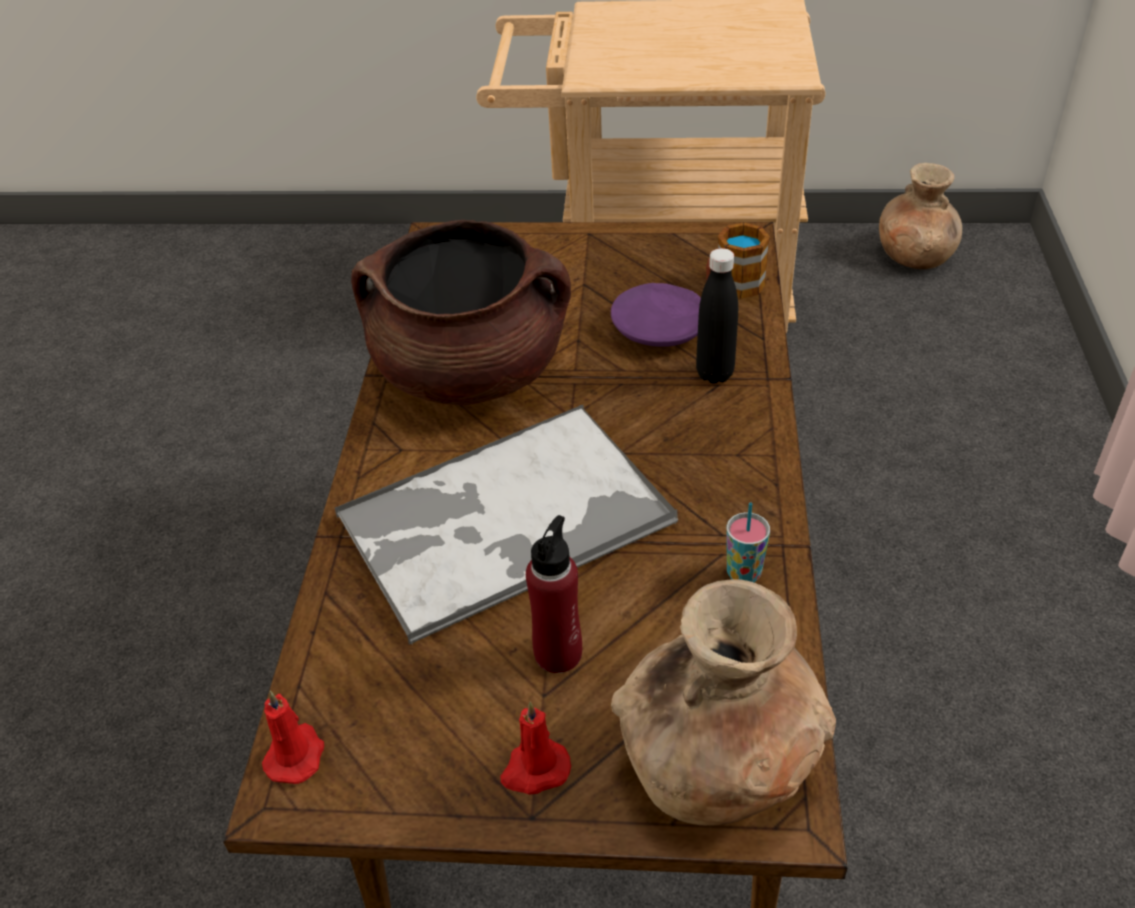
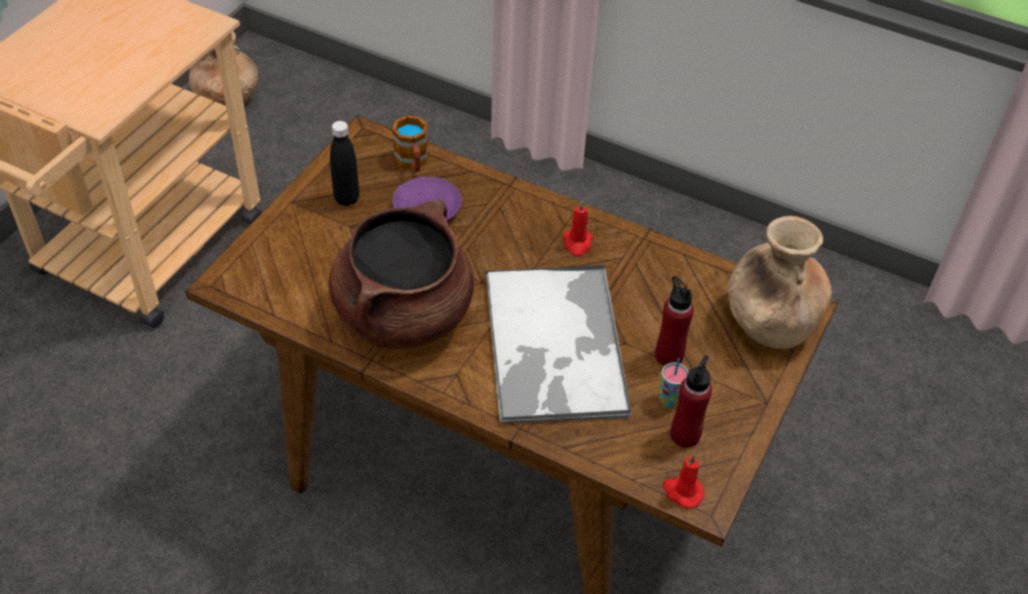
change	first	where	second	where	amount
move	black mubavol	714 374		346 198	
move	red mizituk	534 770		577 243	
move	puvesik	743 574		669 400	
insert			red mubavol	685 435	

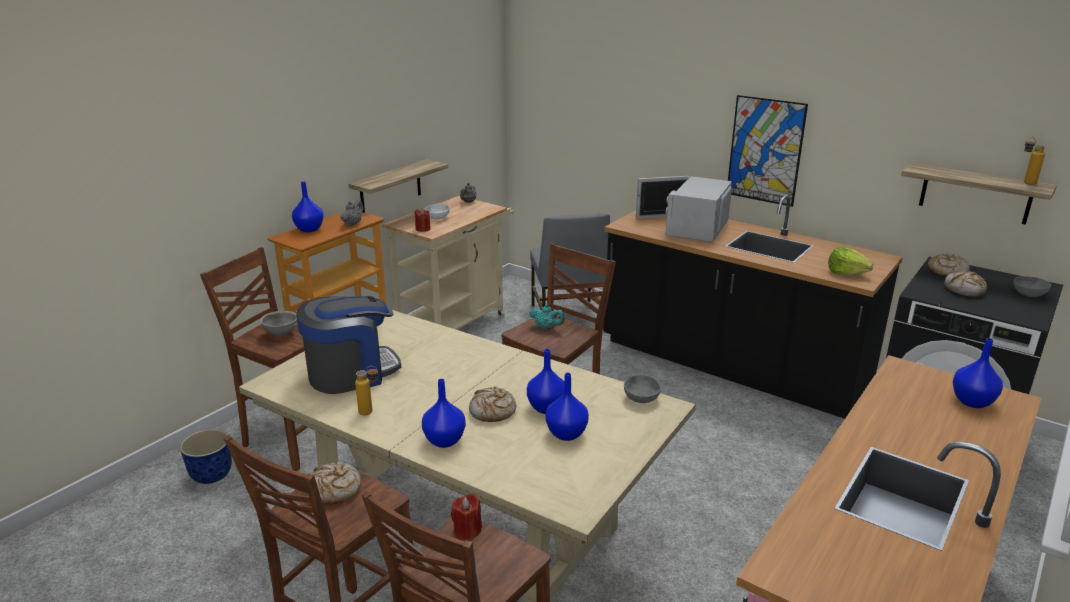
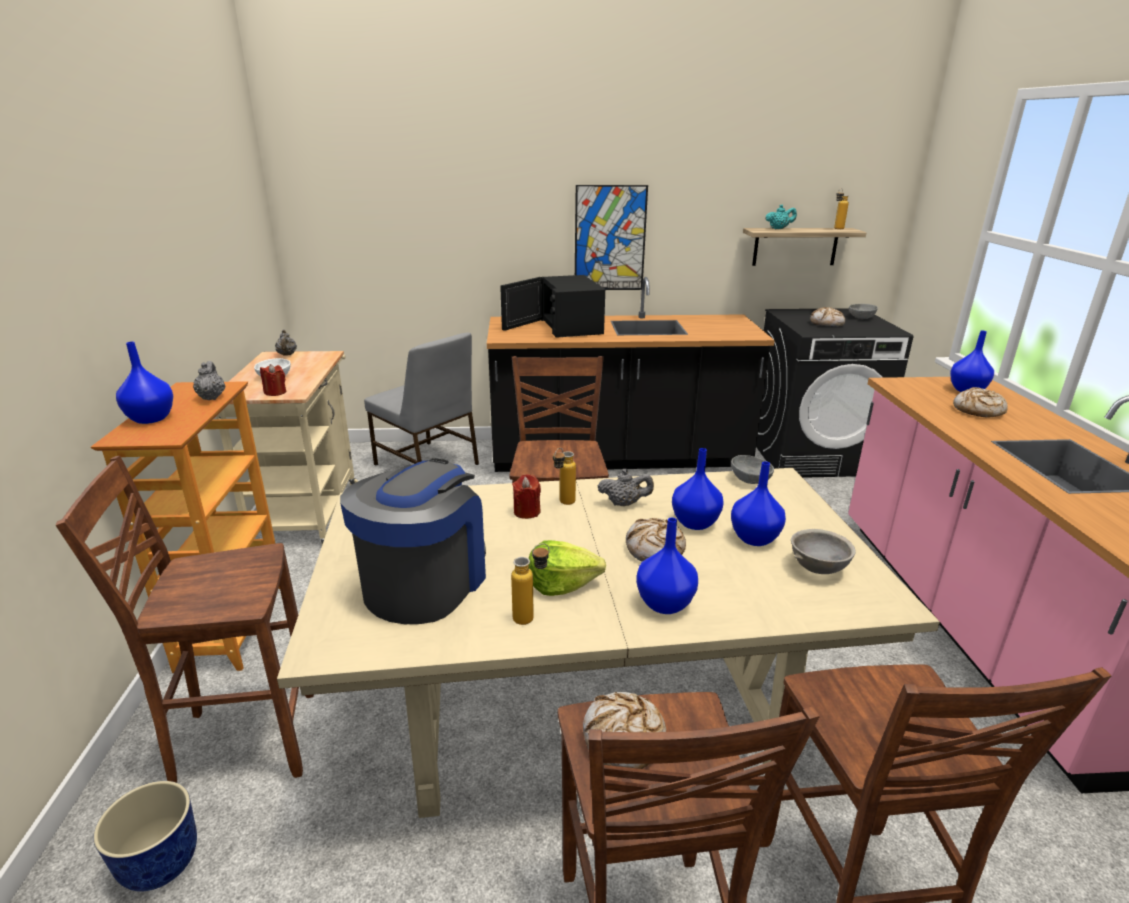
change	first	where	second	where	amount
recolor	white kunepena	694 227	black kunepena	566 327	
move	red mizituk	467 530		527 512	
move	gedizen	846 273		562 584	
insert			mubavol	563 504	
insert			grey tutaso	624 504	
move	turquoise tutaso	547 328		779 229	
move	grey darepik	281 333		817 568	
move	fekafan	947 271		978 410	
delete	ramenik	390 187			

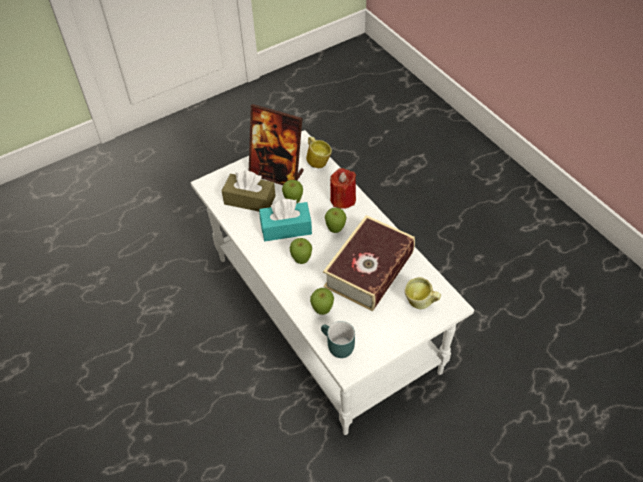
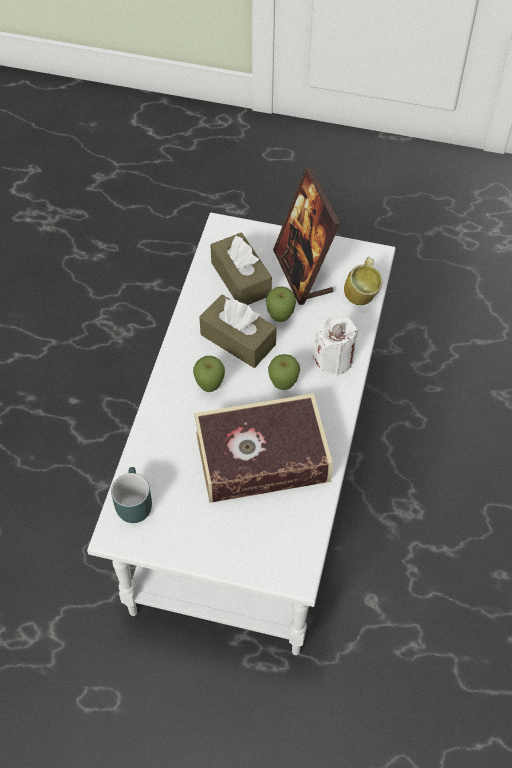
change	first	where	second	where	amount
recolor	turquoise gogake	286 228	brown gogake	238 339	
recolor	red mizituk	343 199	white mizituk	334 359	
delete	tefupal	322 311			
delete	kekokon	421 303			

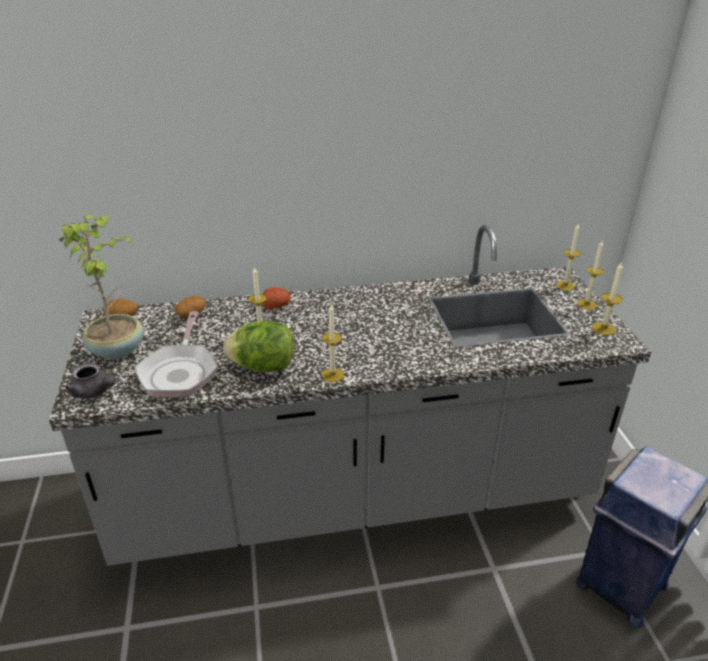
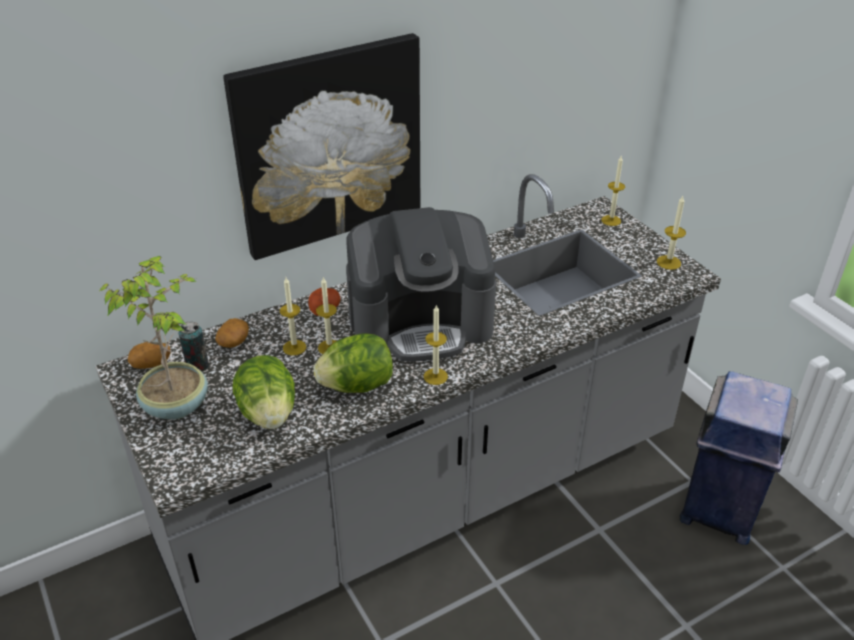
change	first	where	second	where	amount
insert			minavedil	197 366	
insert			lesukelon	329 146	
replace	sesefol	180 371	gedizen	268 413	
move	mizituk	586 304		294 347	
insert			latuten	421 322	
delete	grey tutaso	94 392			

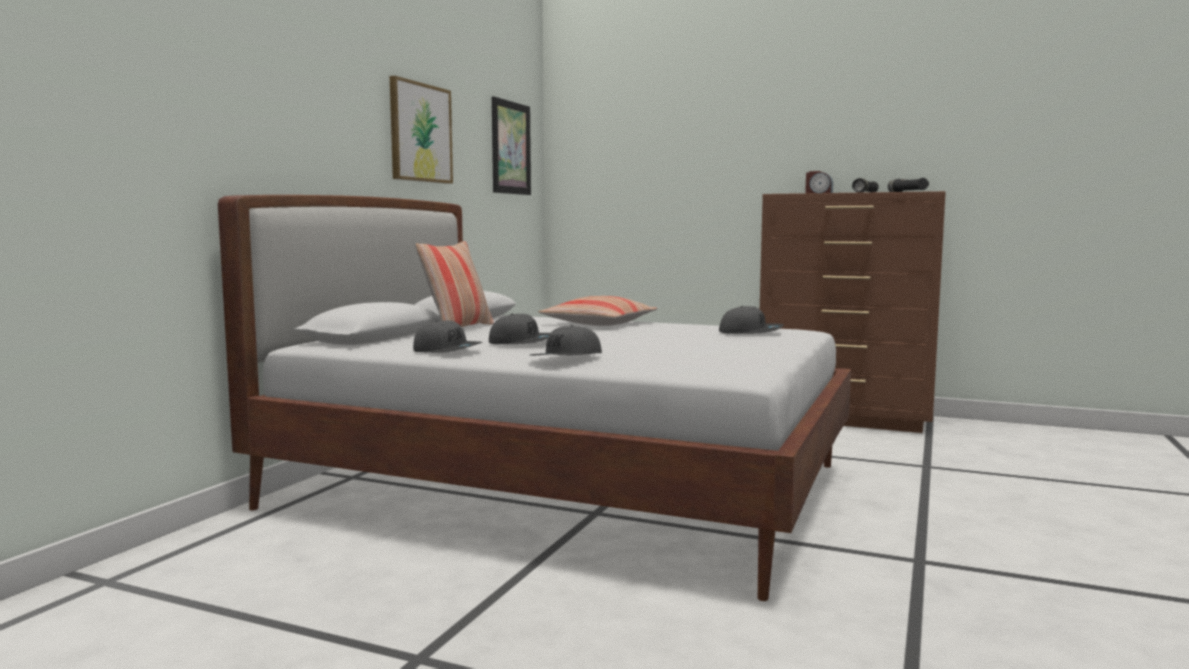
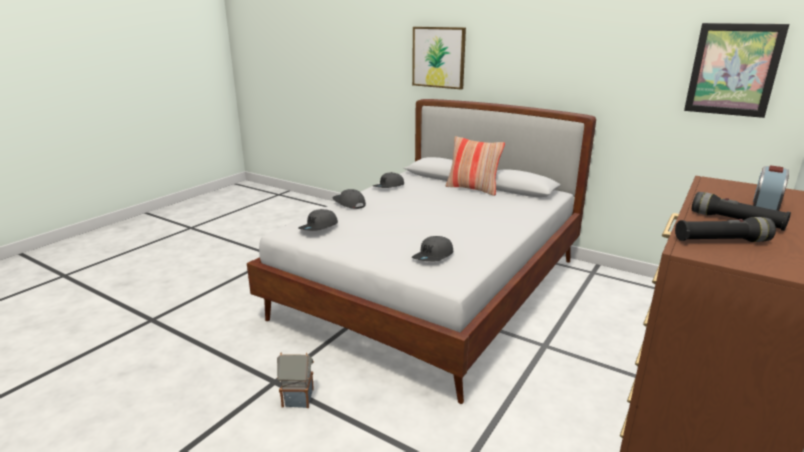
change	first	where	second	where	amount
insert			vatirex	299 398	
move	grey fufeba	522 342		319 227	
move	lesukelon	420 133		438 57	
delete	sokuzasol	598 324			

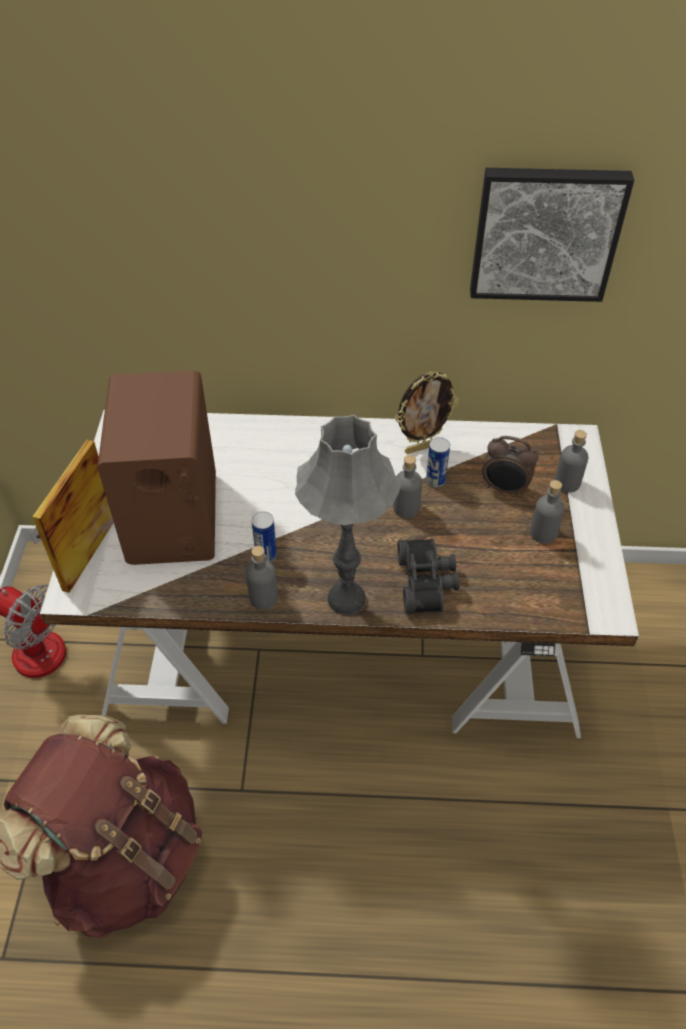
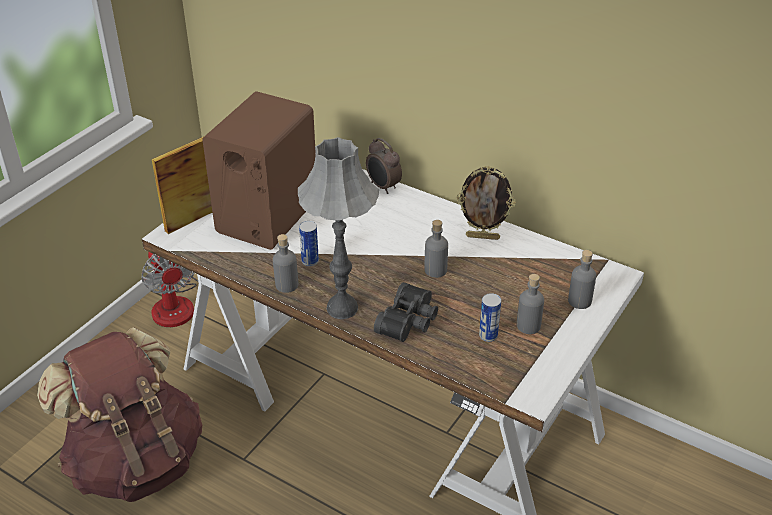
change	first	where	second	where	amount
move	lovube	504 488		383 187	
move	minavedil	435 481		488 336	
delete	lesukelon	545 233			

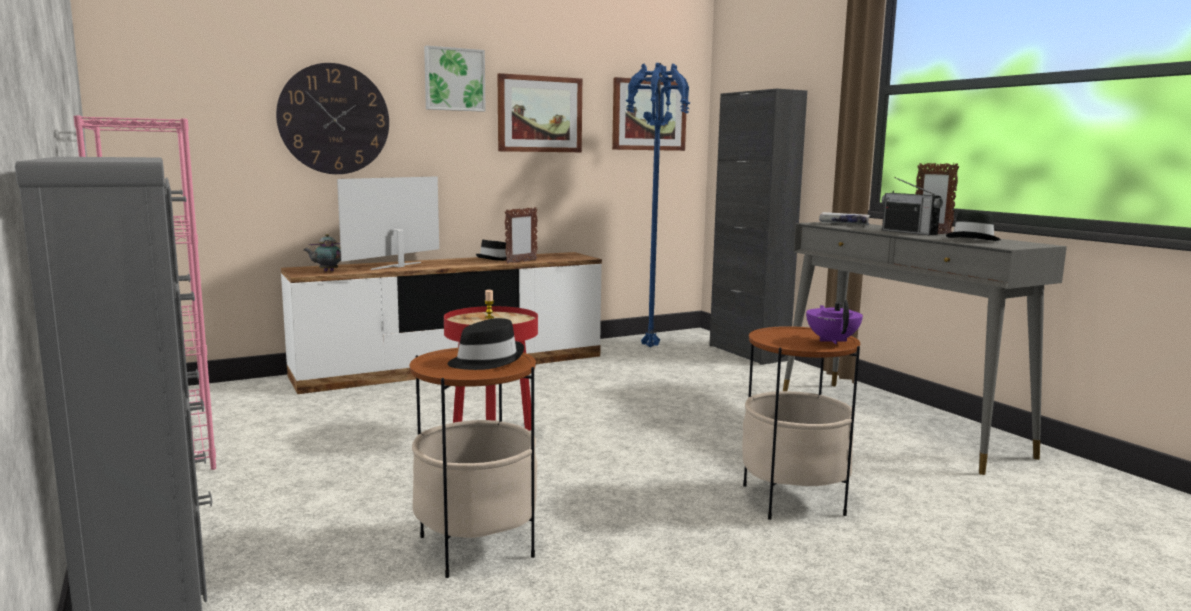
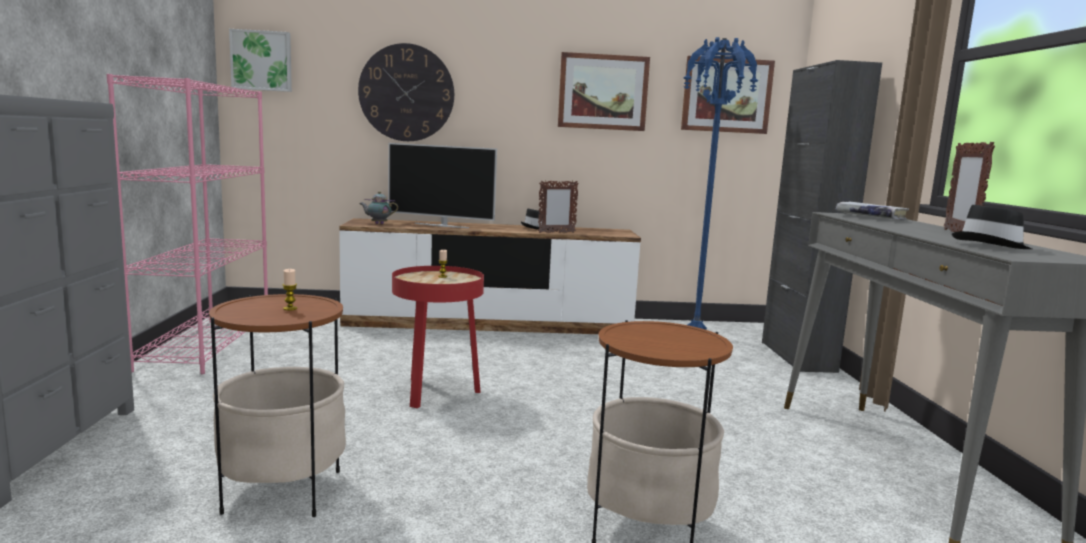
change	first	where	second	where	amount
move	lesukelon	454 79		262 61	
replace	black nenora	485 360	mizituk	290 308	
rotate	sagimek	397 266		442 225	135 degrees counterclockwise
delete	purple tutaso	832 341			
delete	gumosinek	909 232			

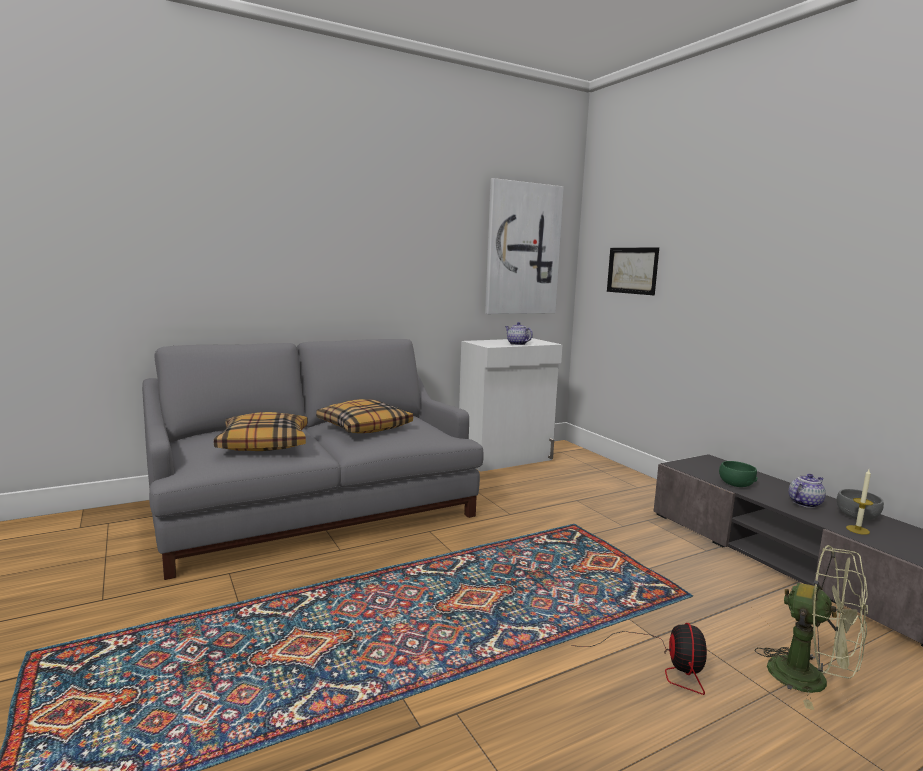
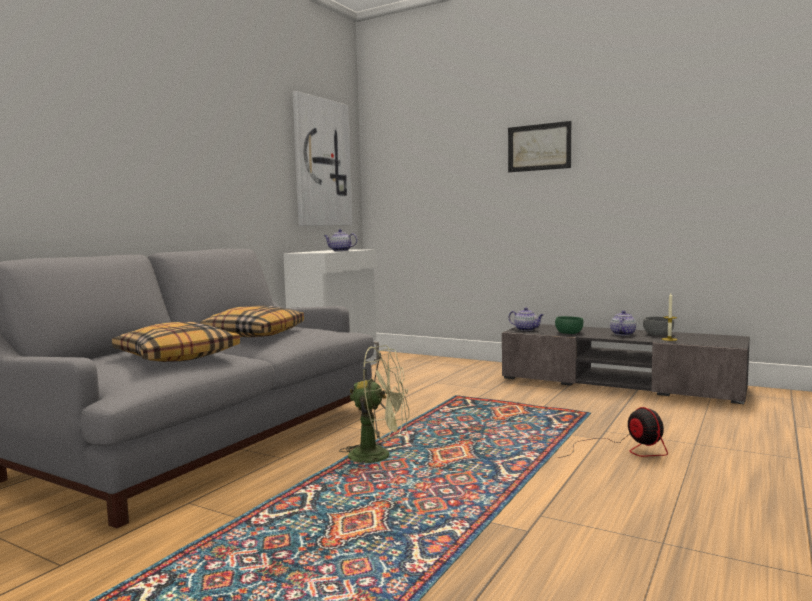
change	first	where	second	where	amount
move	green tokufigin	811 680		379 456	
move	lesukelon	632 270		539 147	
insert			tutaso	526 330	

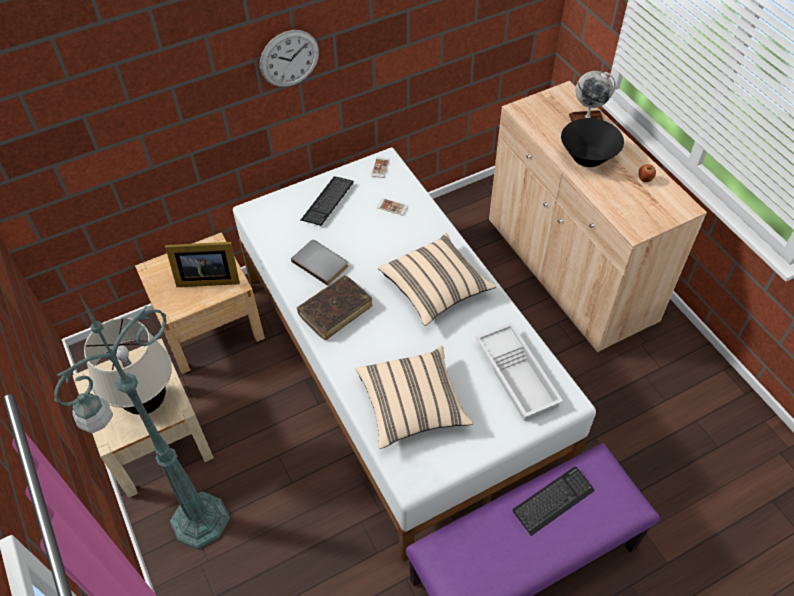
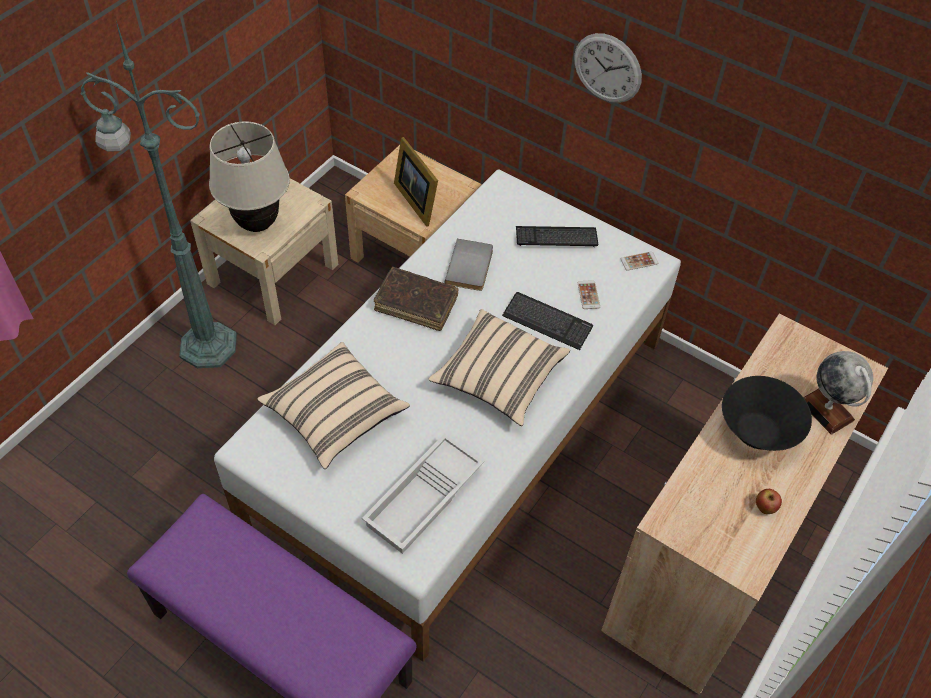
change	first	where	second	where	amount
move	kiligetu	553 501		547 322	

